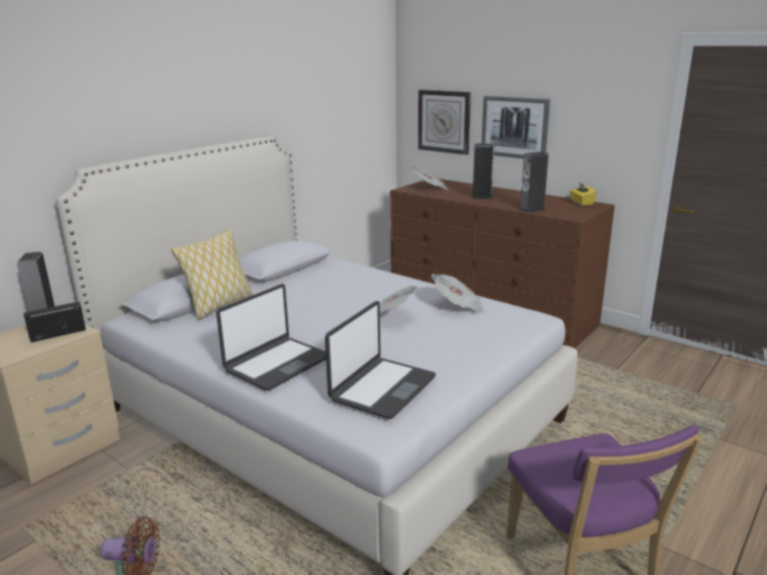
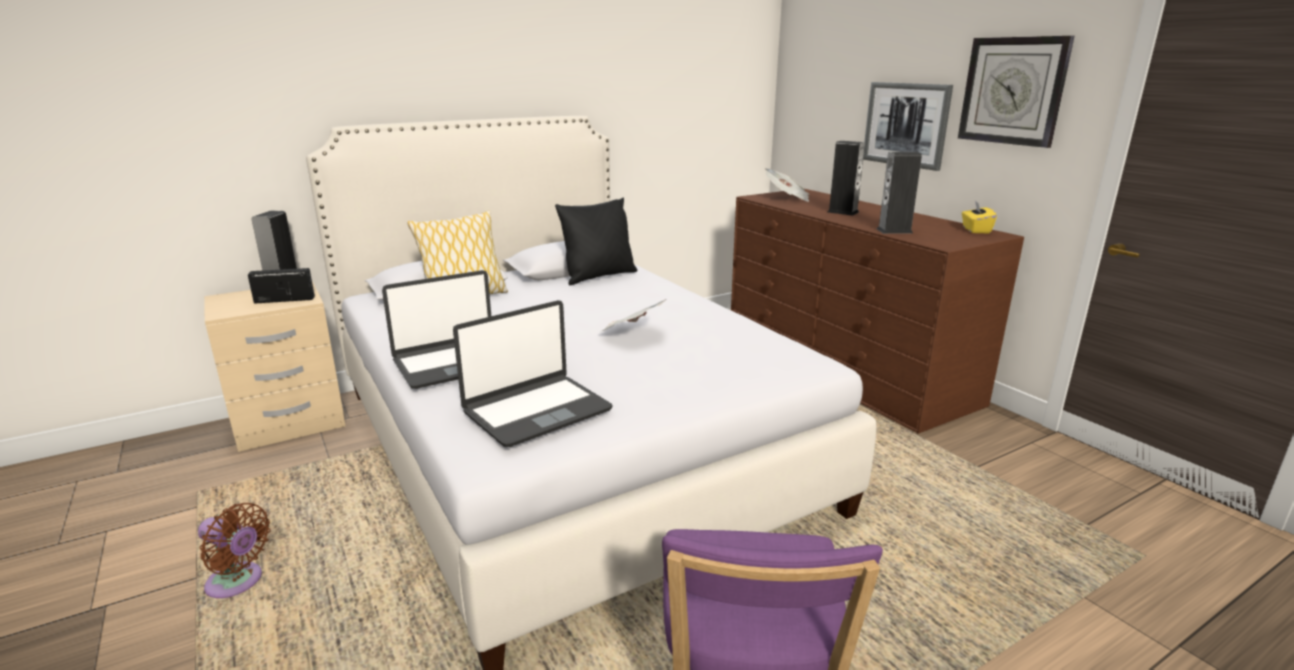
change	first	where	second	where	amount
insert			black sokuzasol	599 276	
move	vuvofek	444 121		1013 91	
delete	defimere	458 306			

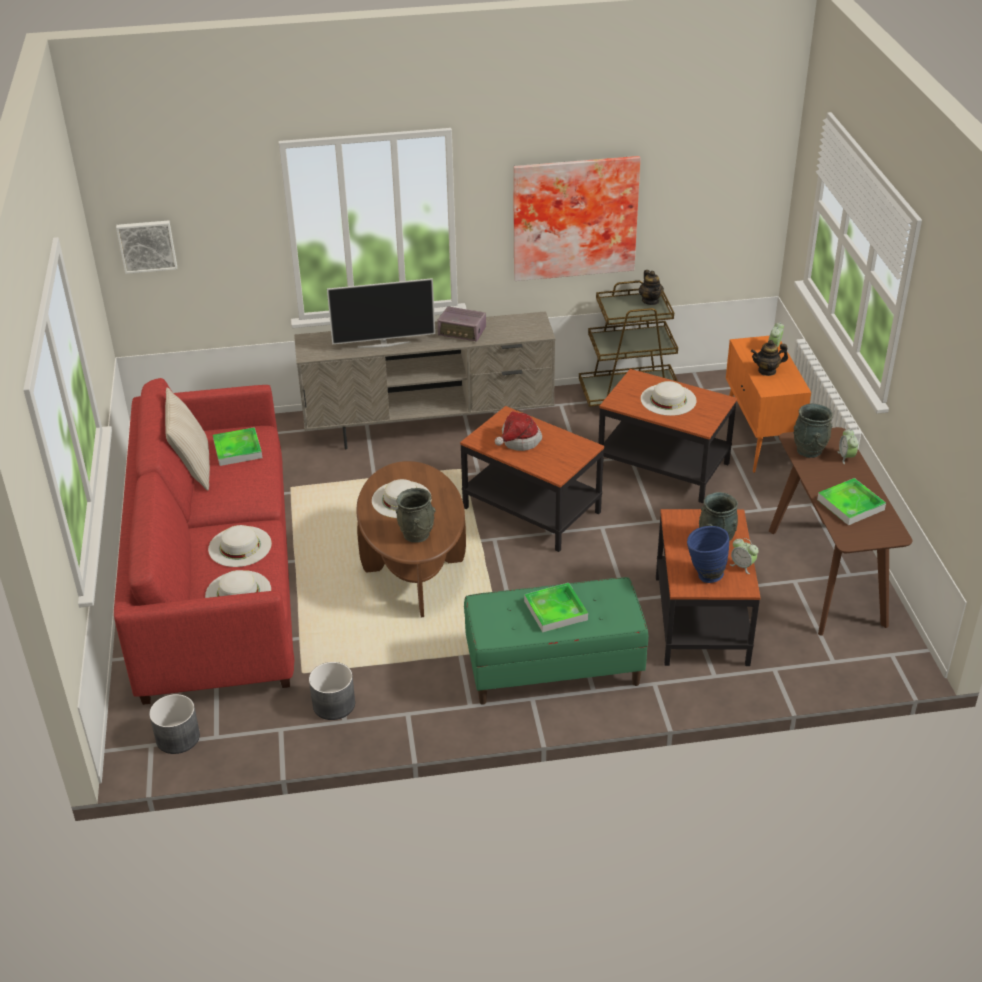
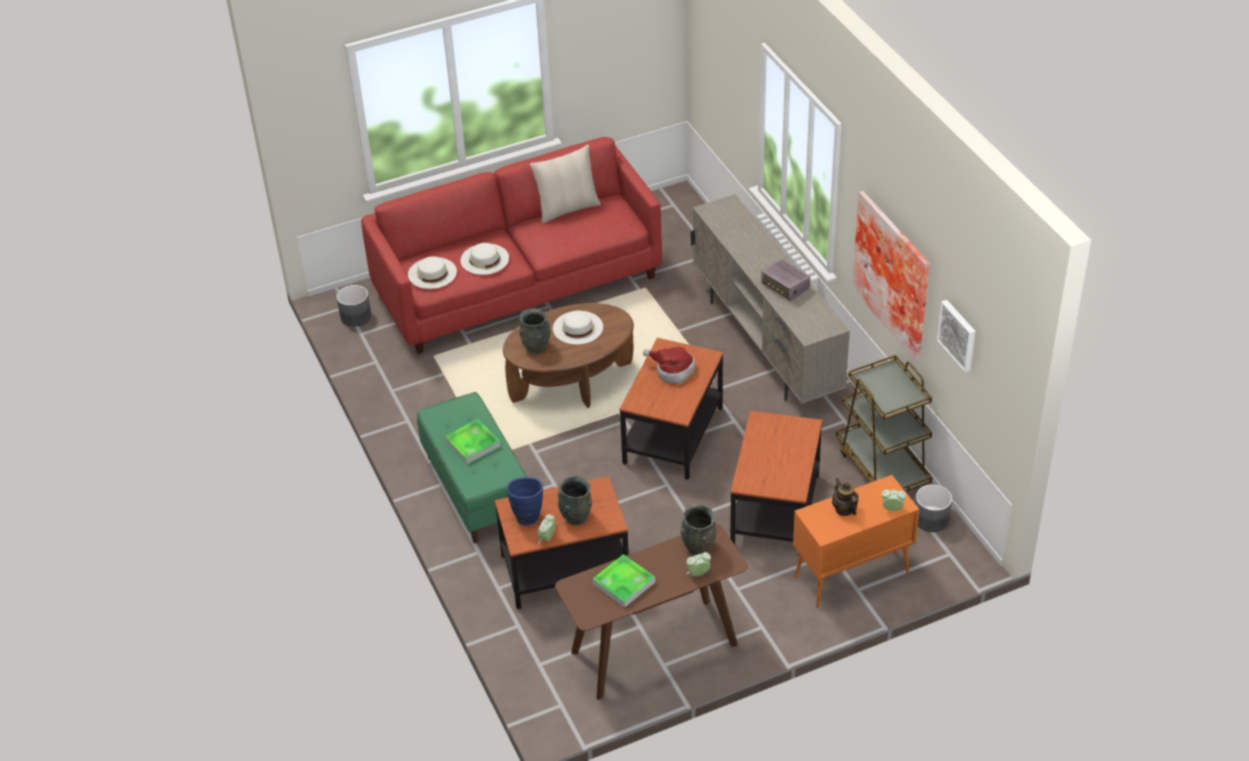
change	first	where	second	where	amount
rotate	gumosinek	462 332		785 287	45 degrees counterclockwise
move	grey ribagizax	334 704		931 519	
move	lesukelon	147 245		958 335	
delete	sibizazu	238 449			
delete	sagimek	384 344			
delete	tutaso	650 301			
delete	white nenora	668 399			

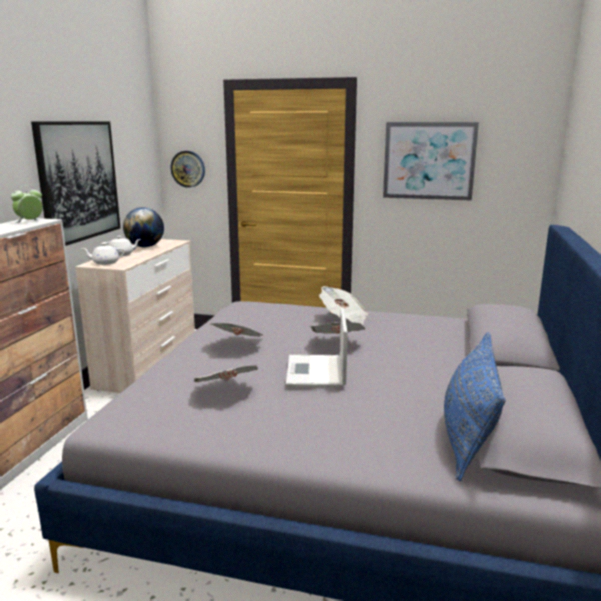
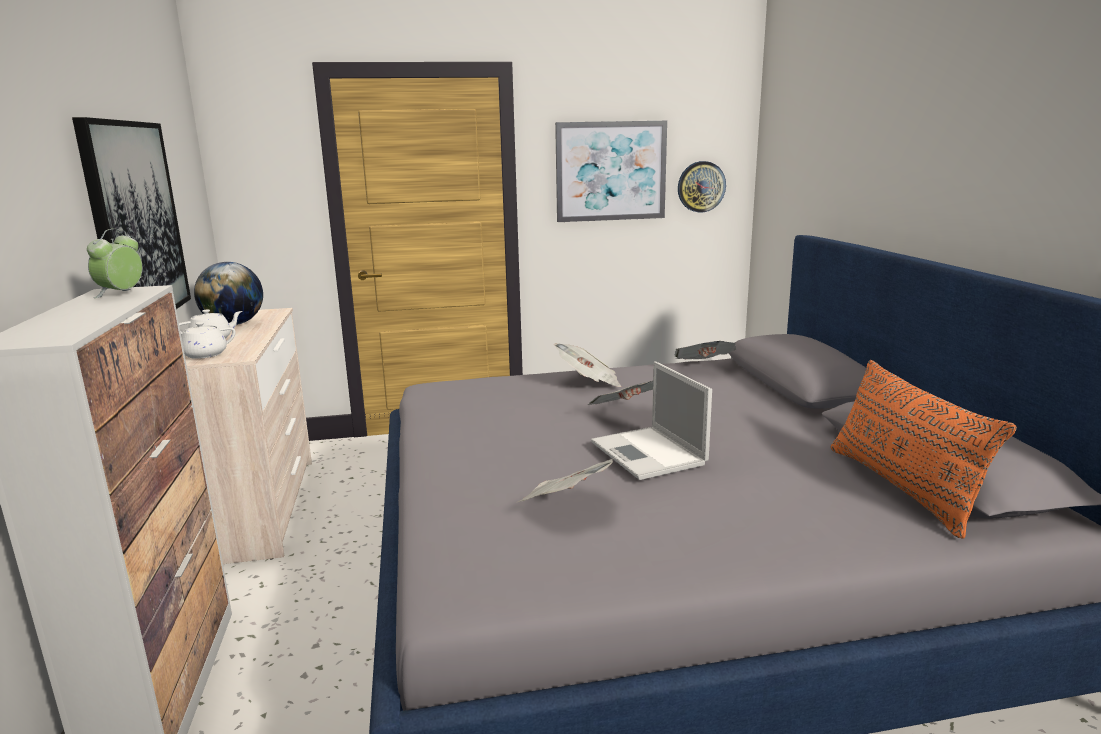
change	first	where	second	where	amount
move	defimere	239 344		703 367	
move	vuvofek	188 169		701 186	
recolor	blue sokuzasol	468 436	orange sokuzasol	901 487	

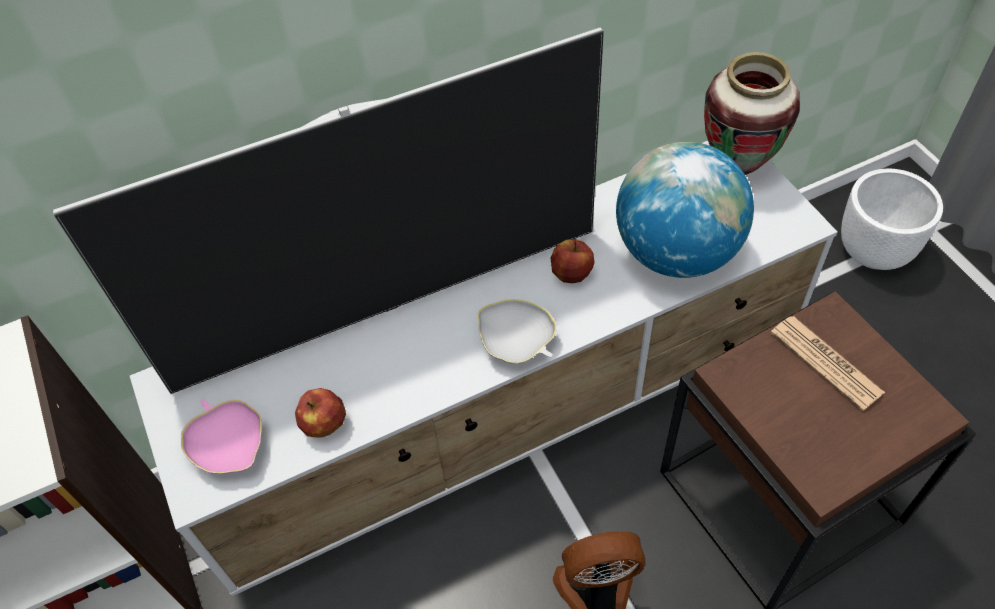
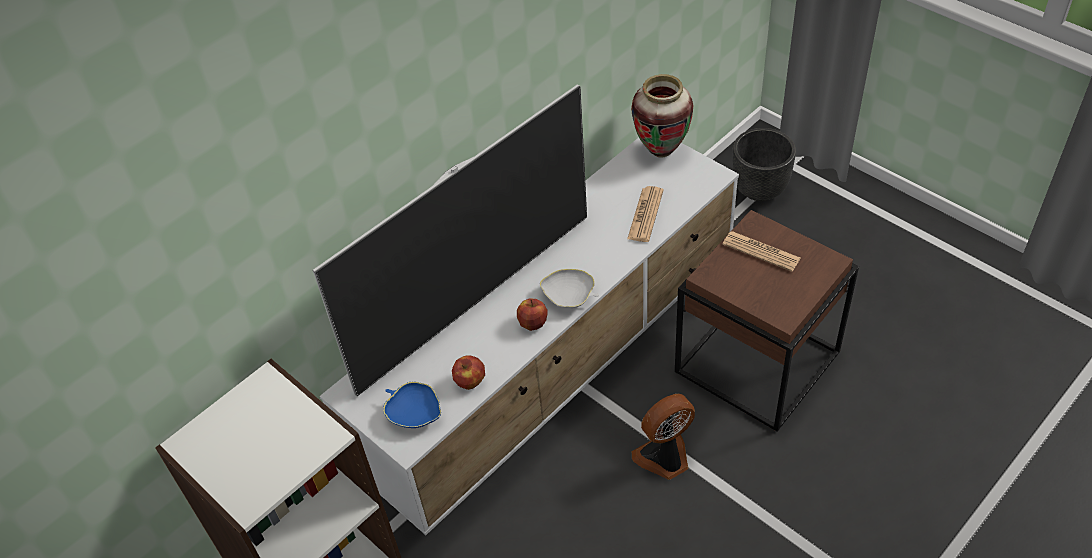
change	first	where	second	where	amount
recolor	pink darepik	229 446	blue darepik	414 413	
move	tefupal	571 273		532 323	
replace	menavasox	676 253	defimere	645 215	
recolor	white ribagizax	874 250	black ribagizax	760 188	

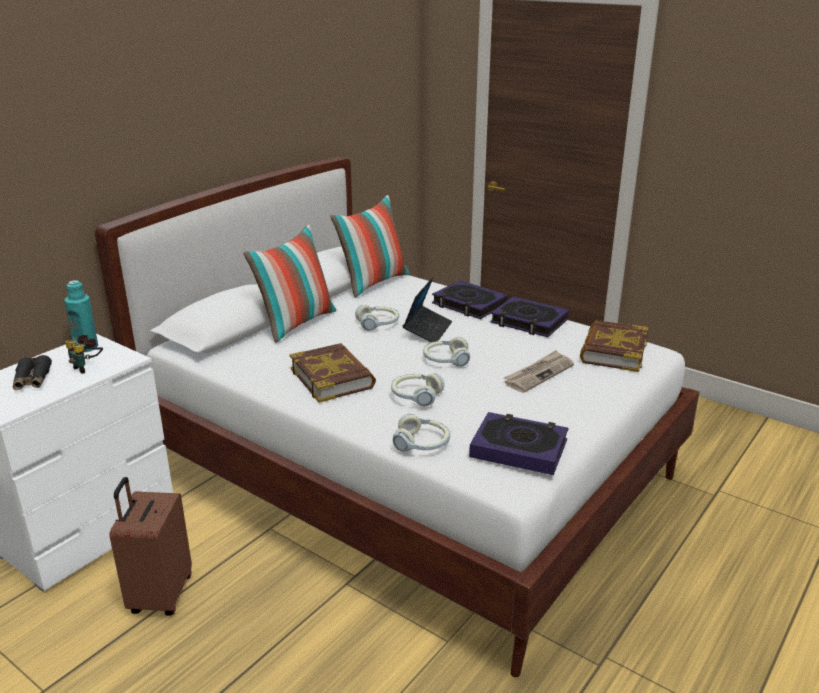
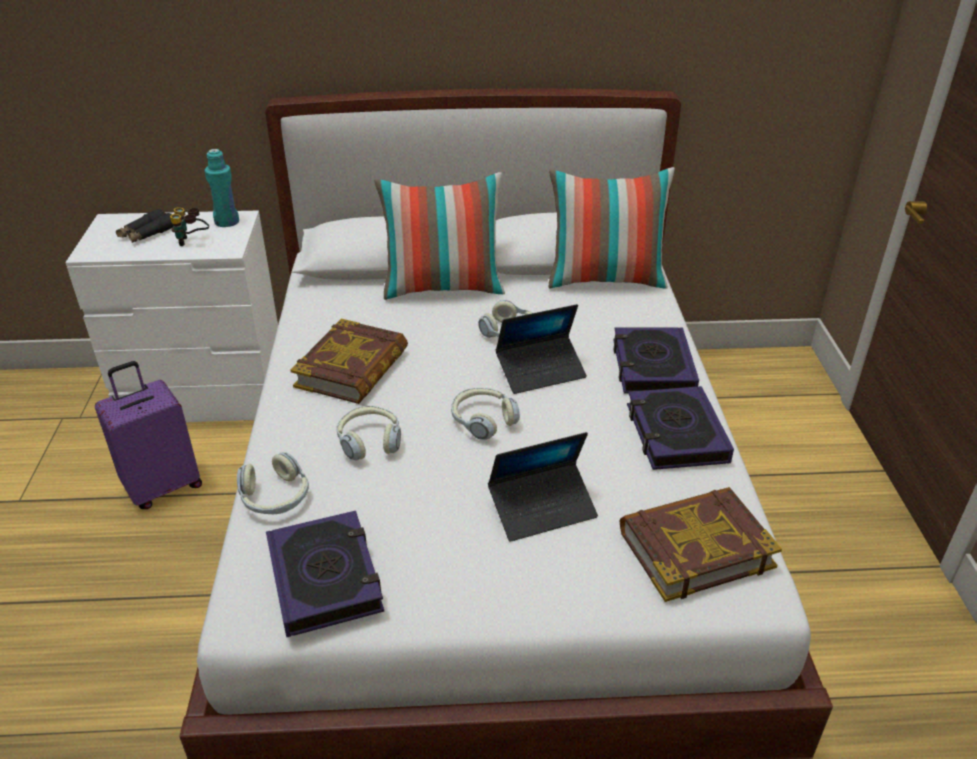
change	first	where	second	where	amount
recolor	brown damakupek	159 595	purple damakupek	163 486	
replace	defimere	538 374	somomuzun	542 508	

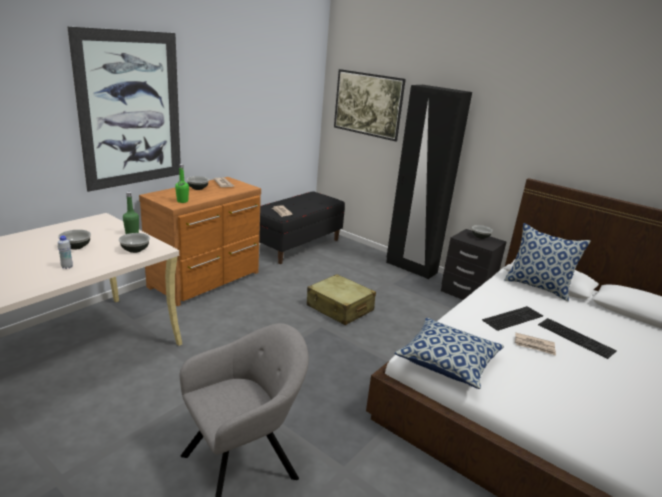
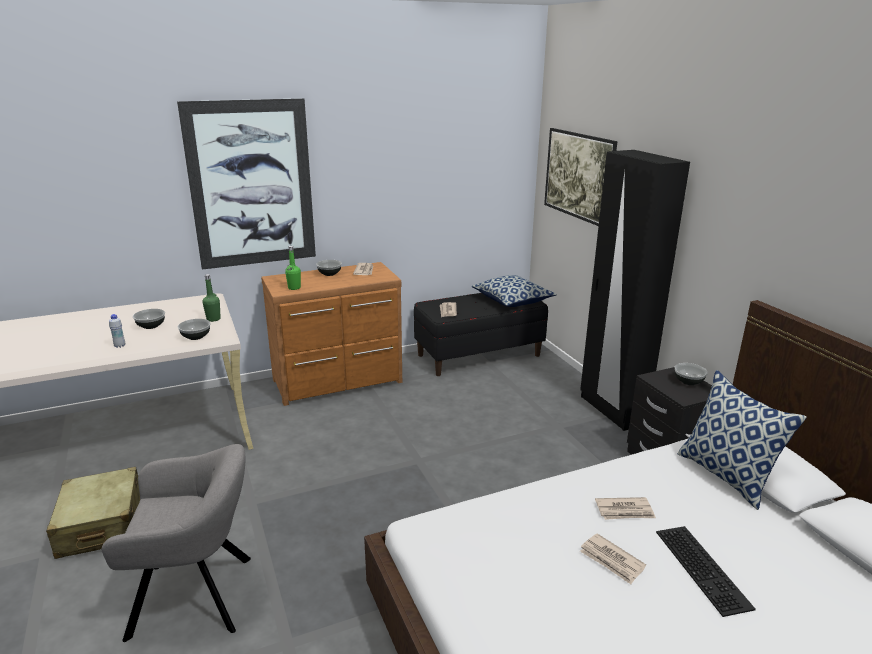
change	first	where	second	where	amount
move	beige damakupek	340 308		101 525	
move	sokuzasol	447 362		512 301	
replace	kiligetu	512 317	defimere	625 511	

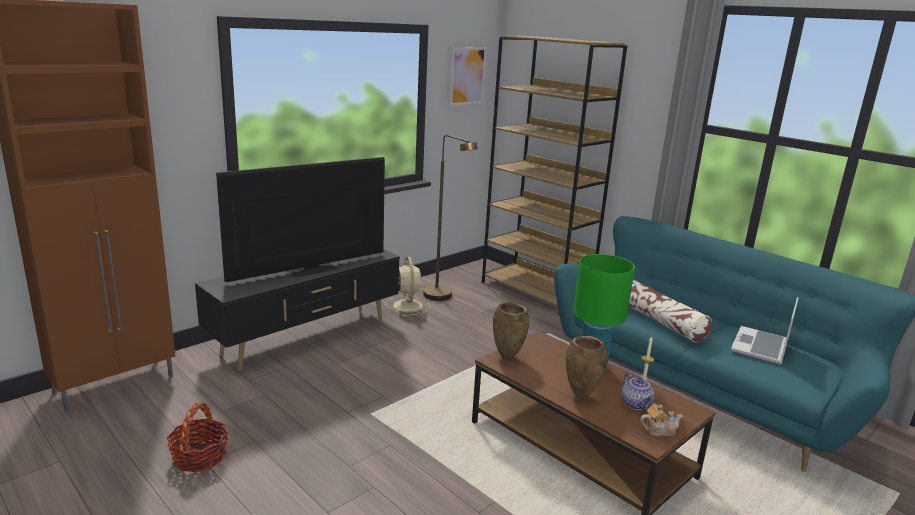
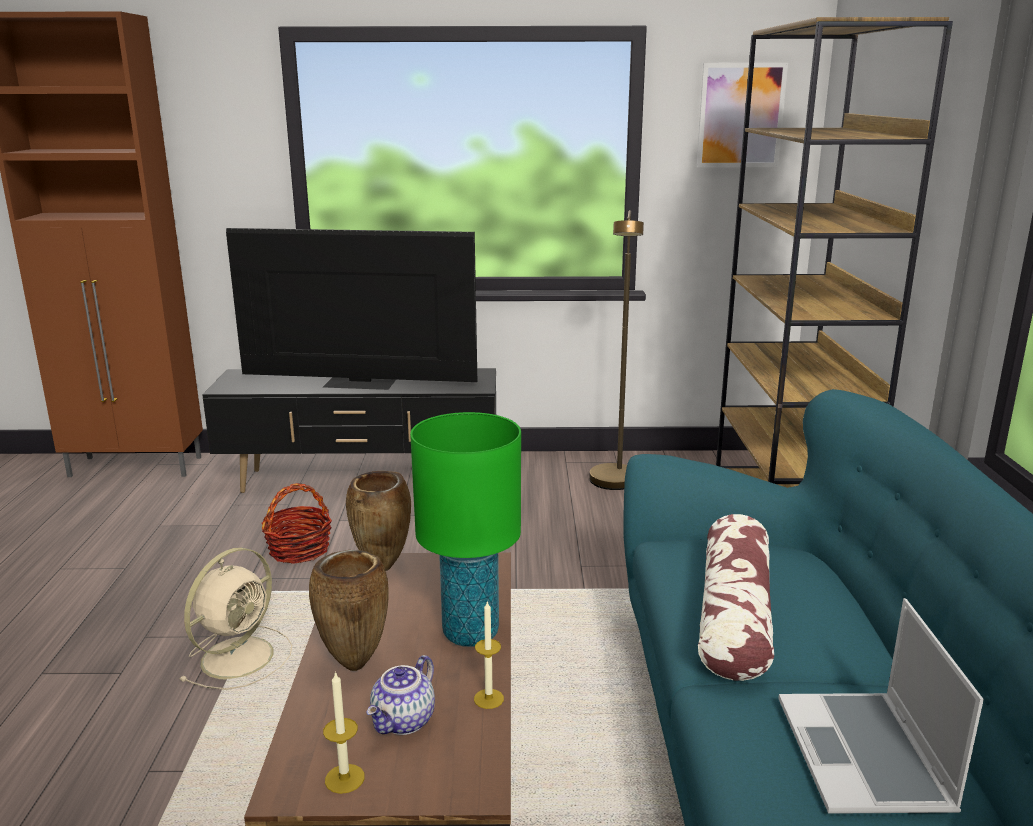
change	first	where	second	where	amount
move	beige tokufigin	407 305		240 656	
move	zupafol	199 457		299 549	
replace	tutaso	658 430	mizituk	344 778	
rotate	somomuzun	761 347		865 757	75 degrees counterclockwise

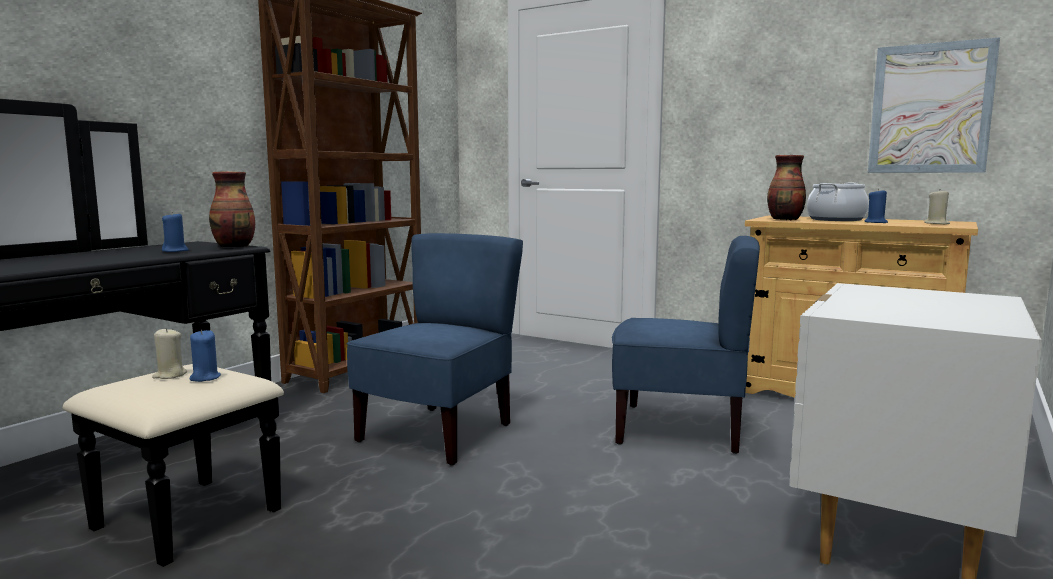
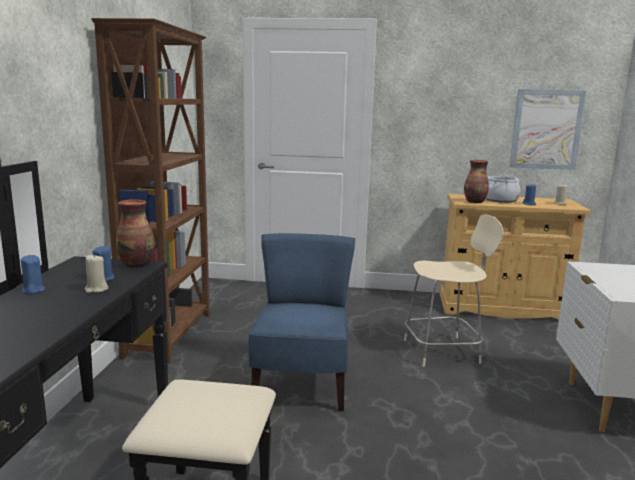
change	first	where	second	where	amount
move	blue mizituk	205 378		33 290	
move	beige mizituk	170 375		96 289	
replace	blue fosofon	680 429	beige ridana	444 351	

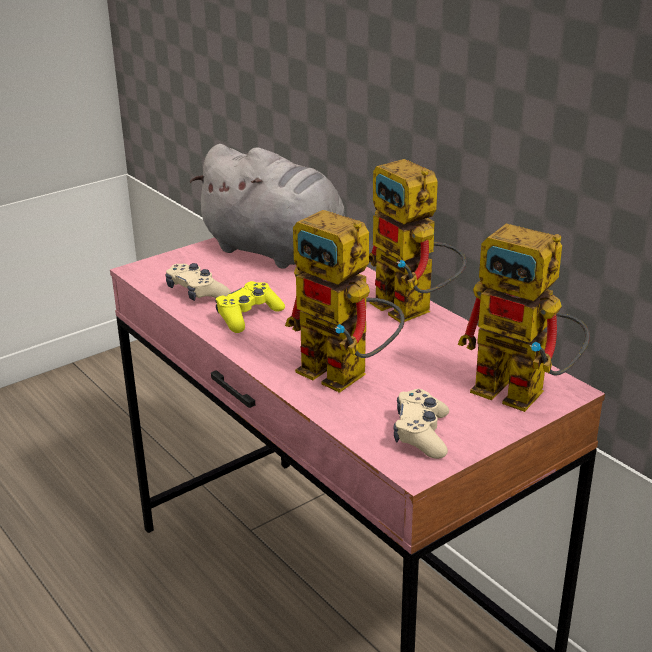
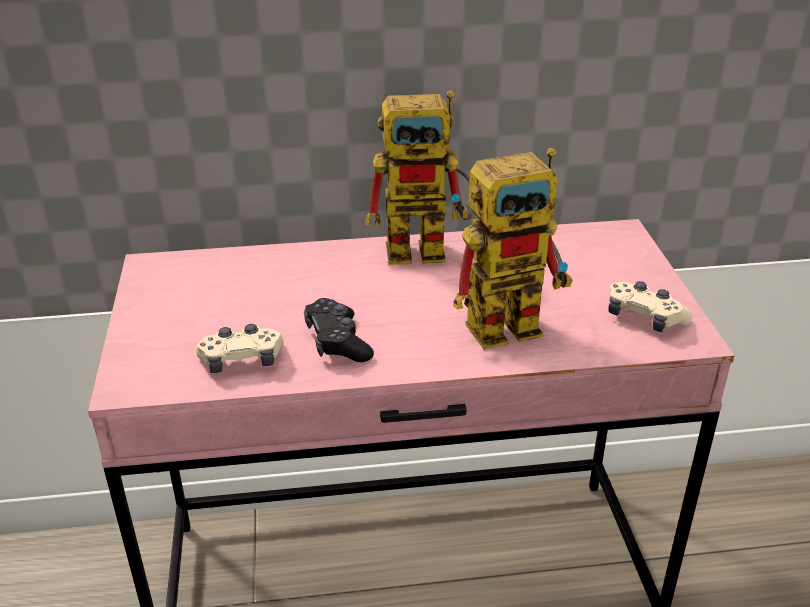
change	first	where	second	where	amount
recolor	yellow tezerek	248 316	black tezerek	337 342	
delete	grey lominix	277 252			
delete	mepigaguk	524 393			

